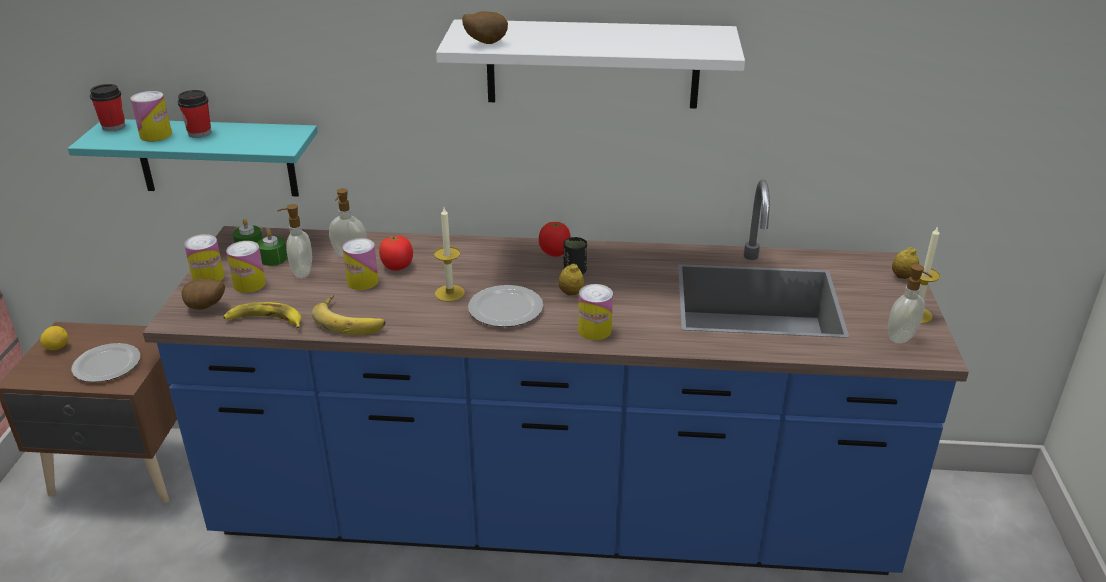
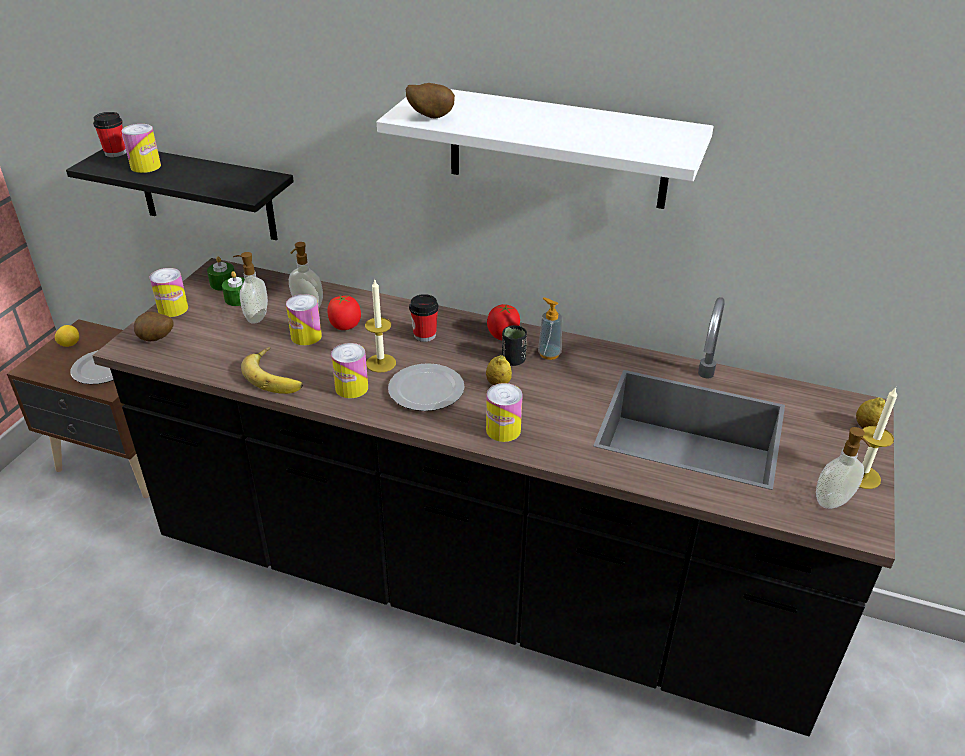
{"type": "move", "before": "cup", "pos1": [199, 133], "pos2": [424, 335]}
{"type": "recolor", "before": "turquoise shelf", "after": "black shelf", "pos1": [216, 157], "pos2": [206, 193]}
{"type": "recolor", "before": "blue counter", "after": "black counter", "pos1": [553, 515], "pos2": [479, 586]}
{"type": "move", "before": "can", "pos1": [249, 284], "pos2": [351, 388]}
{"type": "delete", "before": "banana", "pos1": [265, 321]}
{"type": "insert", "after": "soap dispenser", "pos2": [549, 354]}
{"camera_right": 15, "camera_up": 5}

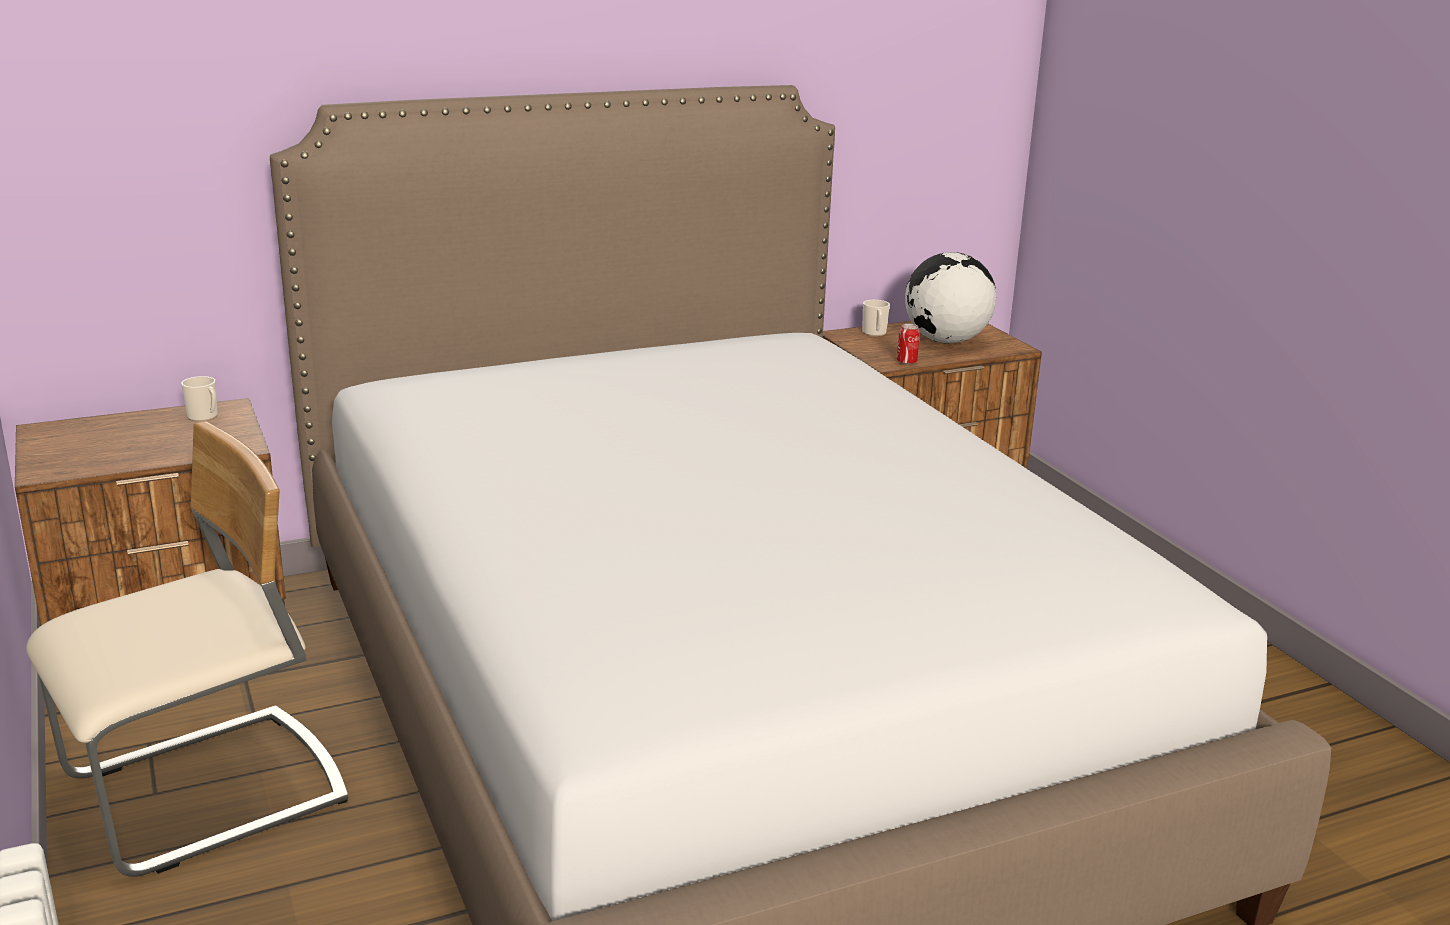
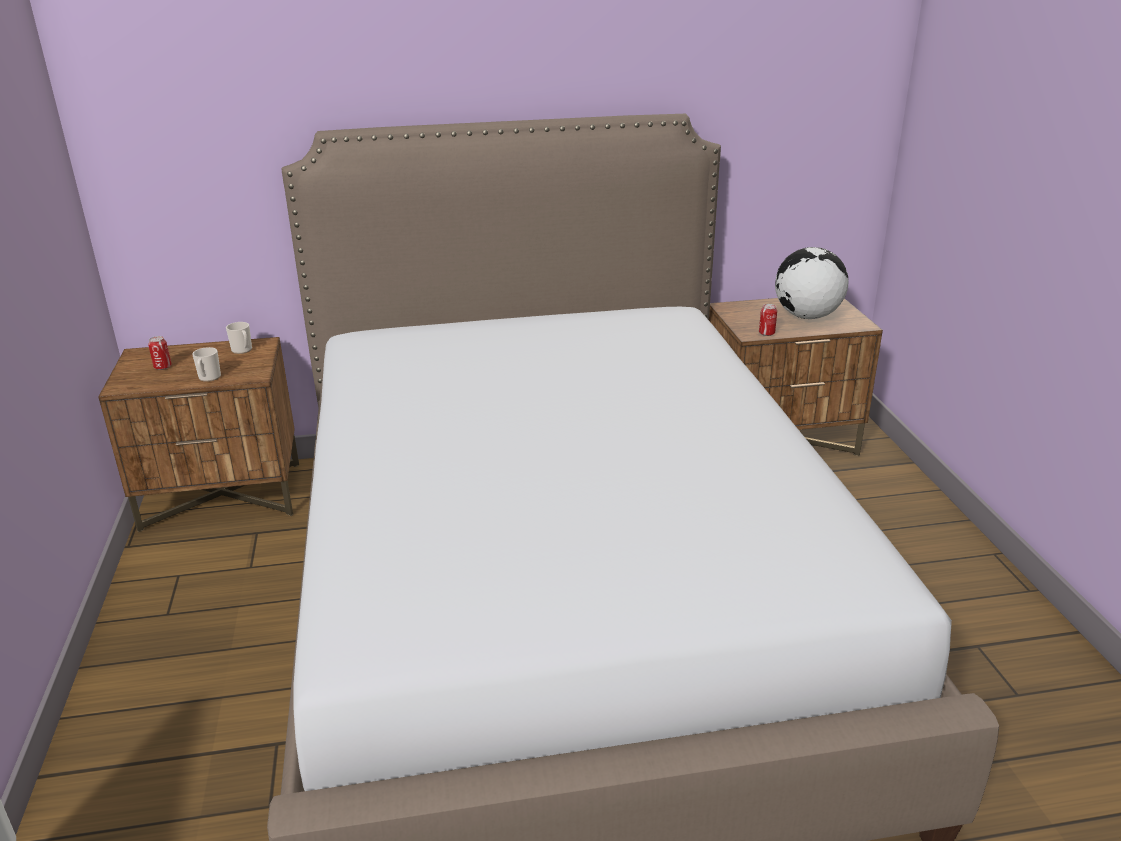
{"type": "move", "before": "mug", "pos1": [874, 333], "pos2": [208, 378]}
{"type": "delete", "before": "beige chair", "pos1": [206, 794]}
{"type": "insert", "after": "can", "pos2": [163, 367]}
{"camera_right": 15, "camera_up": 5}

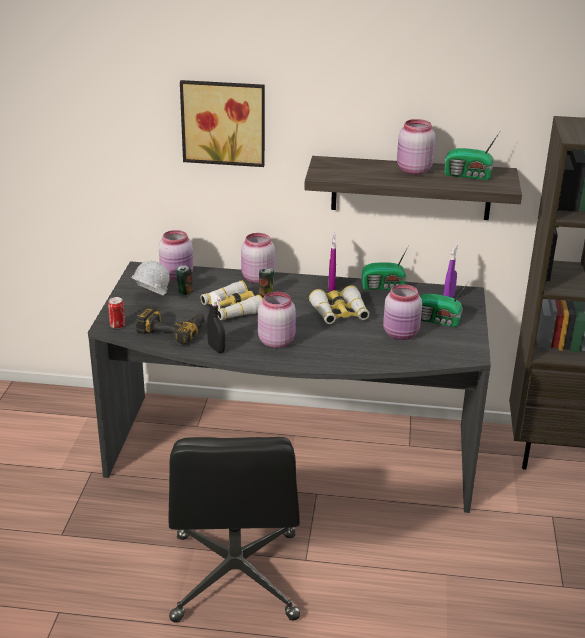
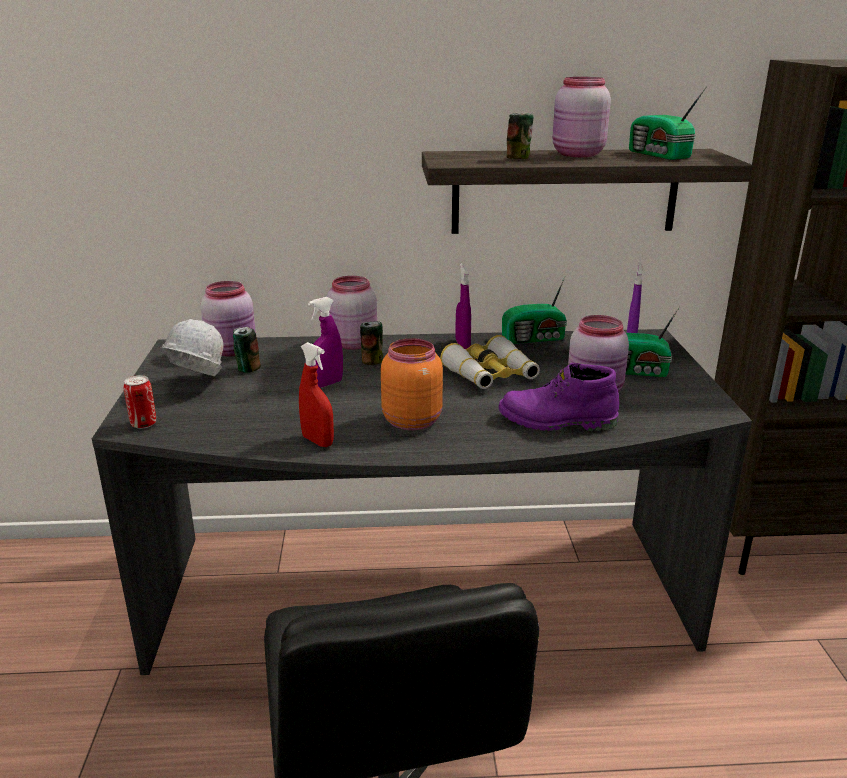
{"type": "delete", "before": "picture", "pos1": [224, 122]}
{"type": "rotate", "before": "radio", "pos1": [469, 175], "pos2": [659, 155], "turn": 60}
{"type": "replace", "before": "binoculars", "after": "purple spray bottle", "pos1": [232, 309], "pos2": [326, 384]}
{"type": "recolor", "before": "black spray bottle", "after": "red spray bottle", "pos1": [216, 348], "pos2": [317, 441]}
{"type": "recolor", "before": "pink jar", "after": "orange jar", "pos1": [276, 341], "pos2": [412, 420]}
{"type": "delete", "before": "power drill", "pos1": [172, 329]}
{"type": "insert", "after": "can", "pos2": [518, 159]}
{"type": "insert", "after": "purple boot", "pos2": [556, 422]}
{"camera_right": -10, "camera_up": -5}

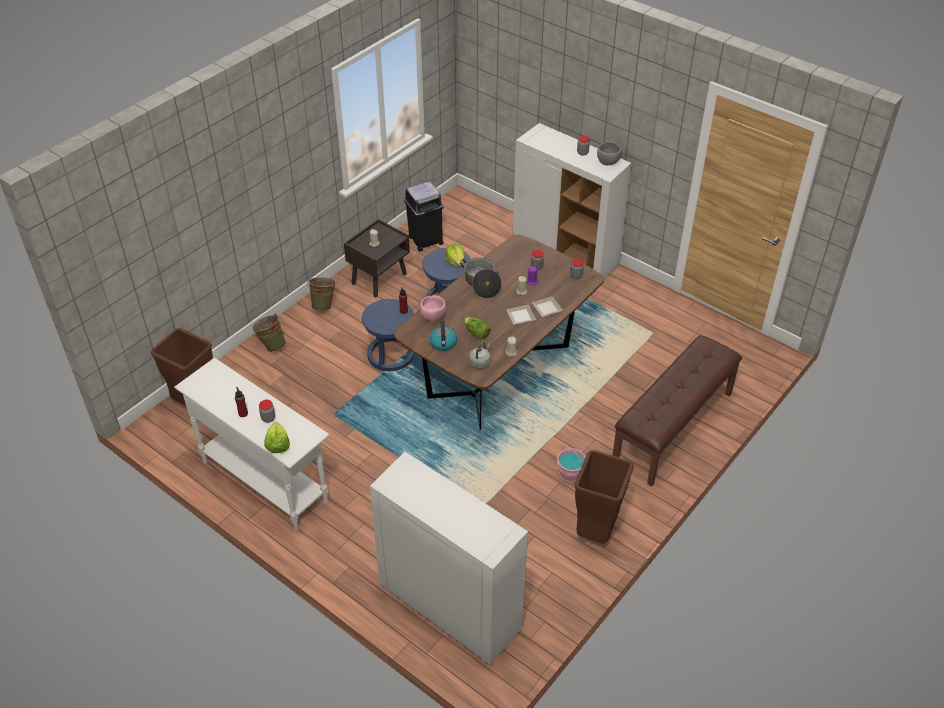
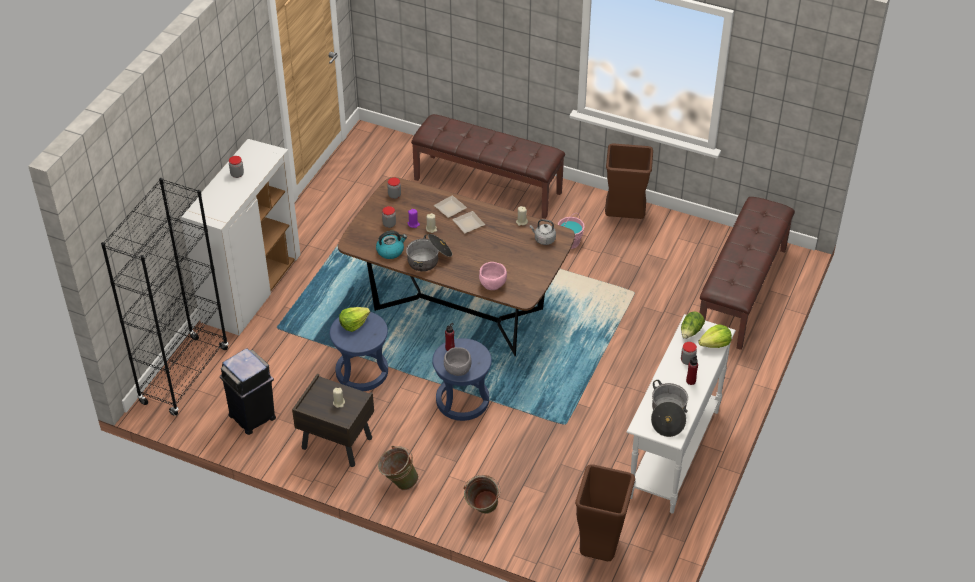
{"type": "move", "before": "grey bowl", "pos1": [608, 162], "pos2": [457, 369]}
{"type": "move", "before": "lettuce", "pos1": [476, 333], "pos2": [691, 332]}
{"type": "move", "before": "kettle", "pos1": [443, 343], "pos2": [390, 251]}
{"type": "replace", "before": "white cabinet", "after": "brown bench", "pos1": [448, 608], "pos2": [743, 292]}
{"type": "insert", "after": "black bookcase", "pos2": [184, 376]}
{"type": "insert", "after": "cooking pot", "pos2": [668, 415]}
{"camera_right": -105, "camera_up": 0}

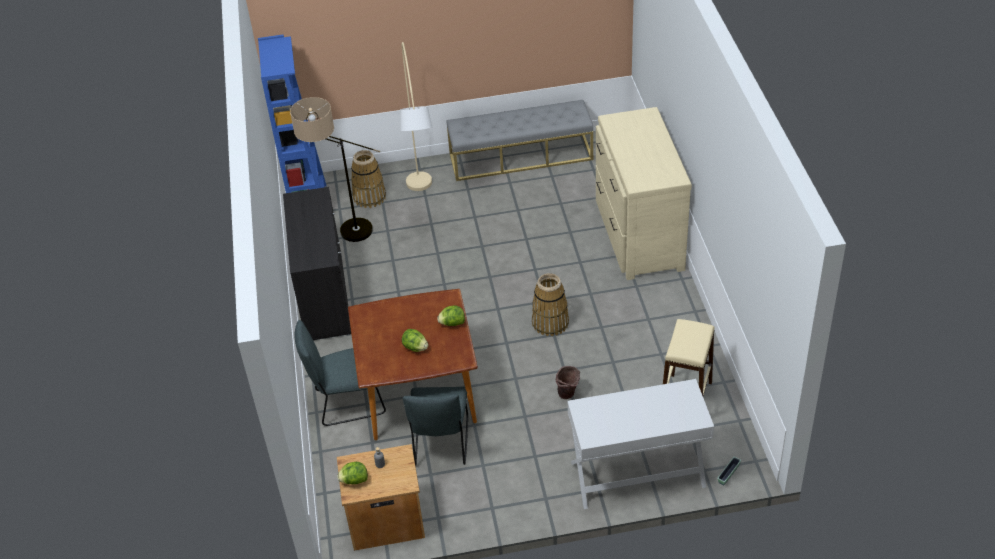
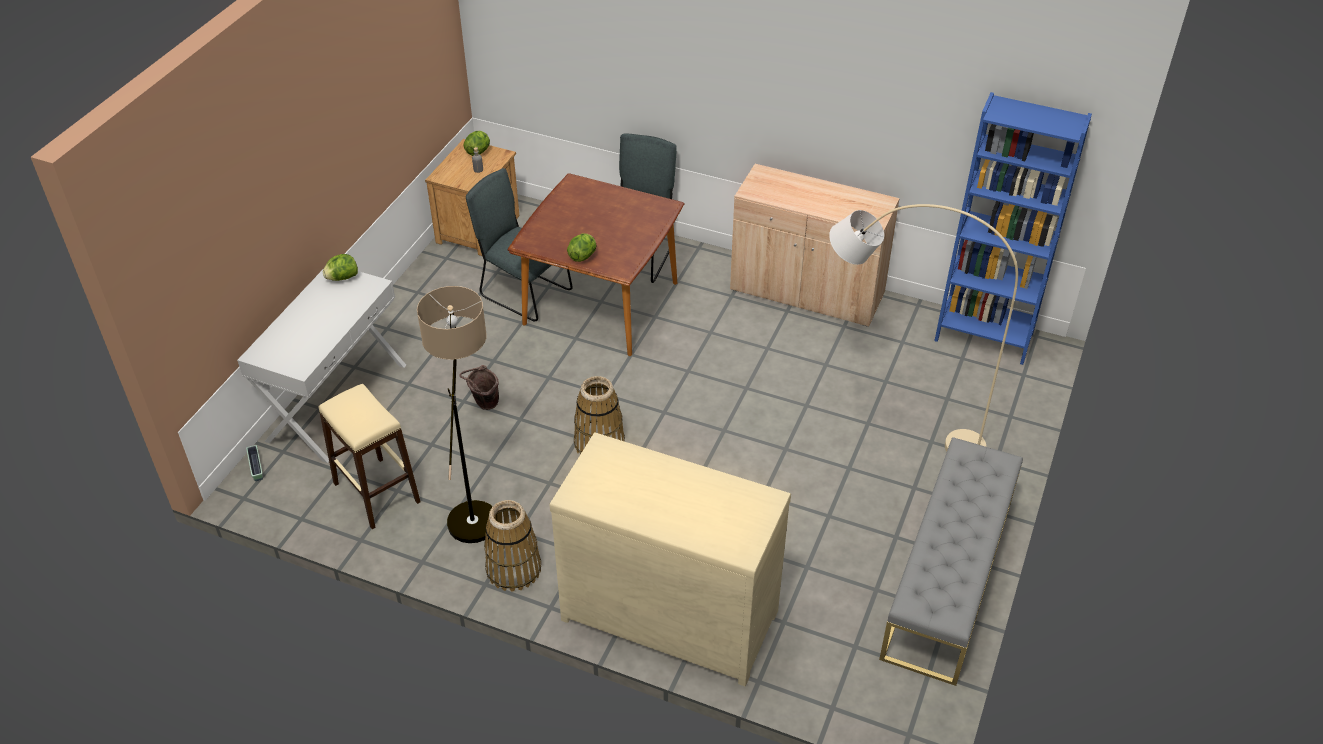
{"type": "move", "before": "floor lamp", "pos1": [344, 236], "pos2": [475, 507]}
{"type": "move", "before": "basket", "pos1": [370, 197], "pos2": [513, 569]}
{"type": "recolor", "before": "black cabinet", "after": "beige cabinet", "pos1": [324, 298], "pos2": [807, 292]}
{"type": "move", "before": "lettuce", "pos1": [415, 348], "pos2": [342, 278]}
{"camera_right": 120, "camera_up": 0}

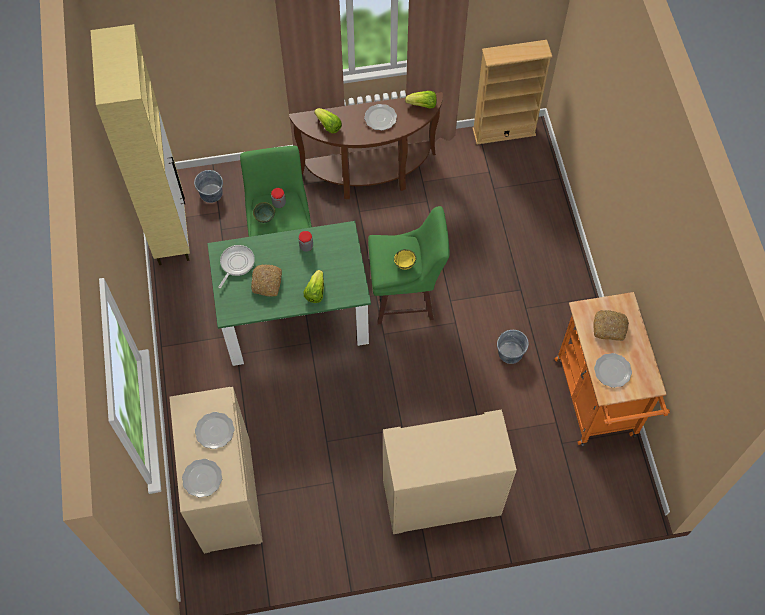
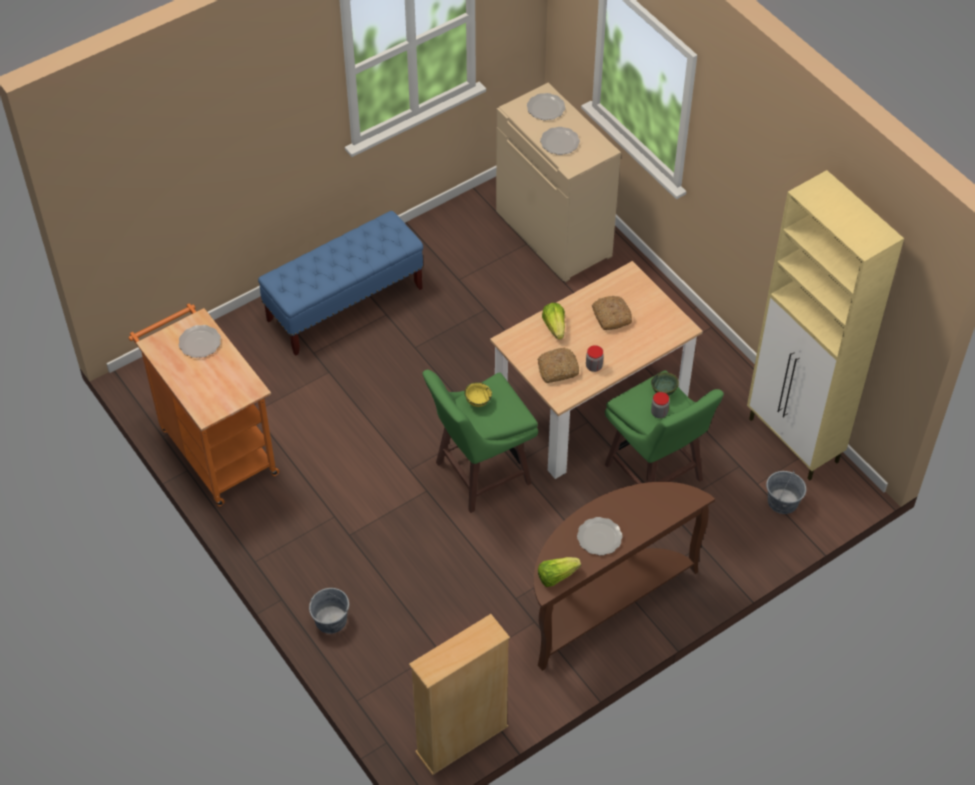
{"type": "delete", "before": "lettuce", "pos1": [328, 126]}
{"type": "recolor", "before": "green dining table", "after": "beige dining table", "pos1": [295, 318], "pos2": [591, 406]}
{"type": "delete", "before": "frying pan", "pos1": [236, 264]}
{"type": "move", "before": "bread", "pos1": [610, 327], "pos2": [557, 369]}
{"type": "move", "before": "grey bucket", "pos1": [510, 353], "pos2": [330, 620]}
{"type": "replace", "before": "beige cabinet", "after": "blue bench", "pos1": [441, 498], "pos2": [345, 304]}
{"camera_right": 155, "camera_up": -10}

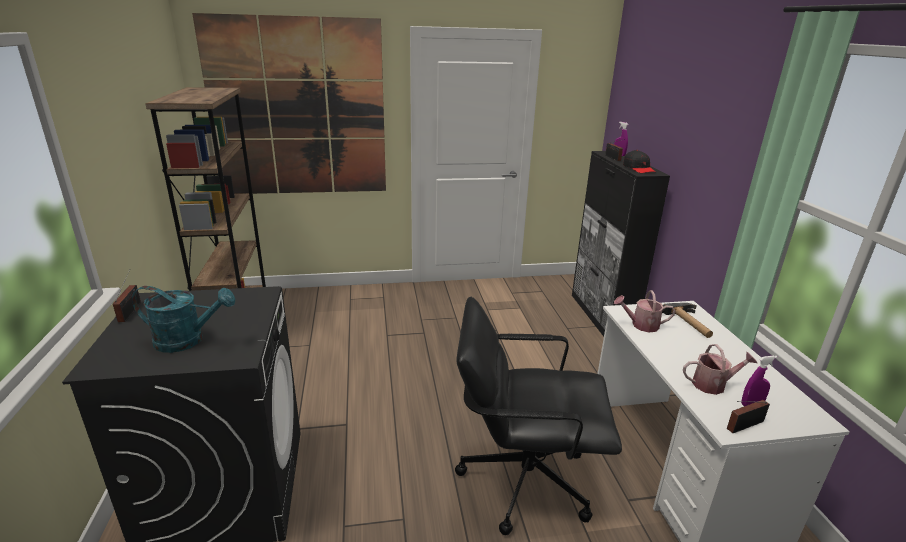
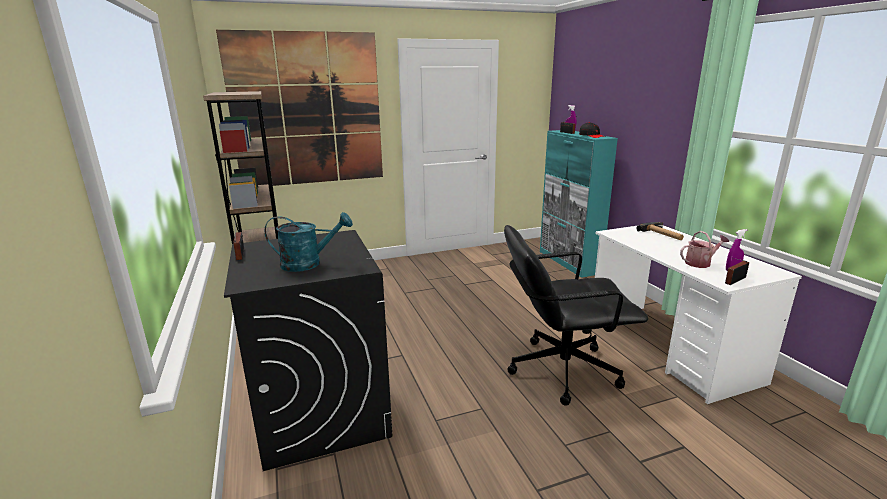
{"type": "recolor", "before": "black cabinet", "after": "turquoise cabinet", "pos1": [601, 316], "pos2": [569, 262]}
{"type": "delete", "before": "watering can", "pos1": [641, 325]}
{"camera_right": -10, "camera_up": -5}

